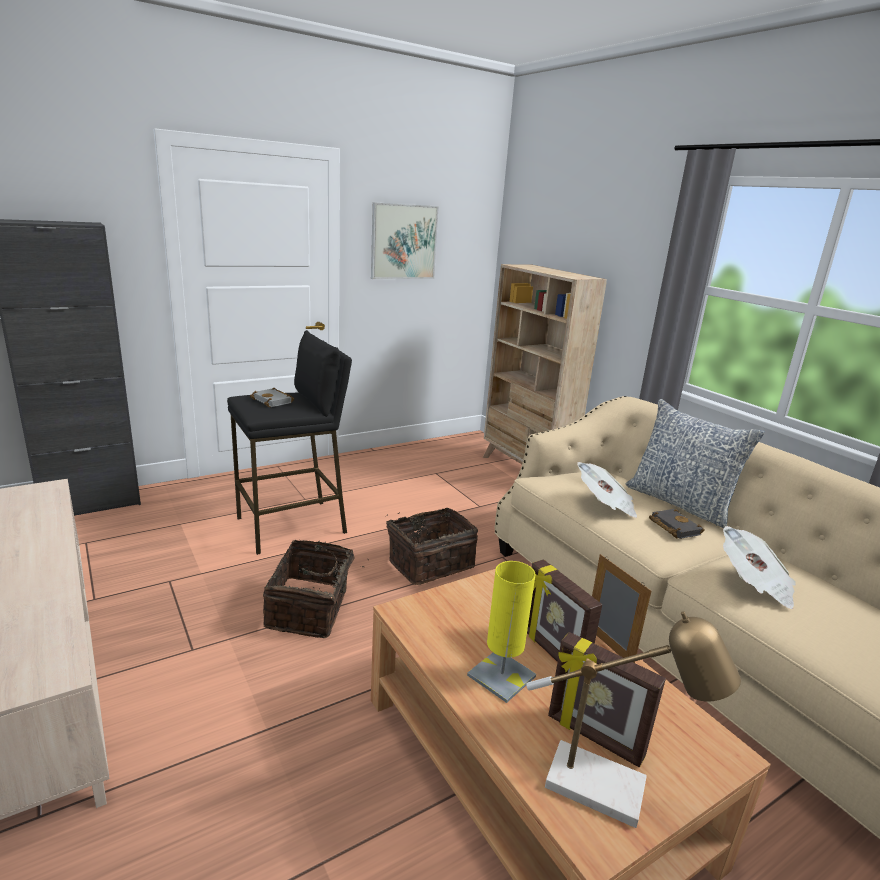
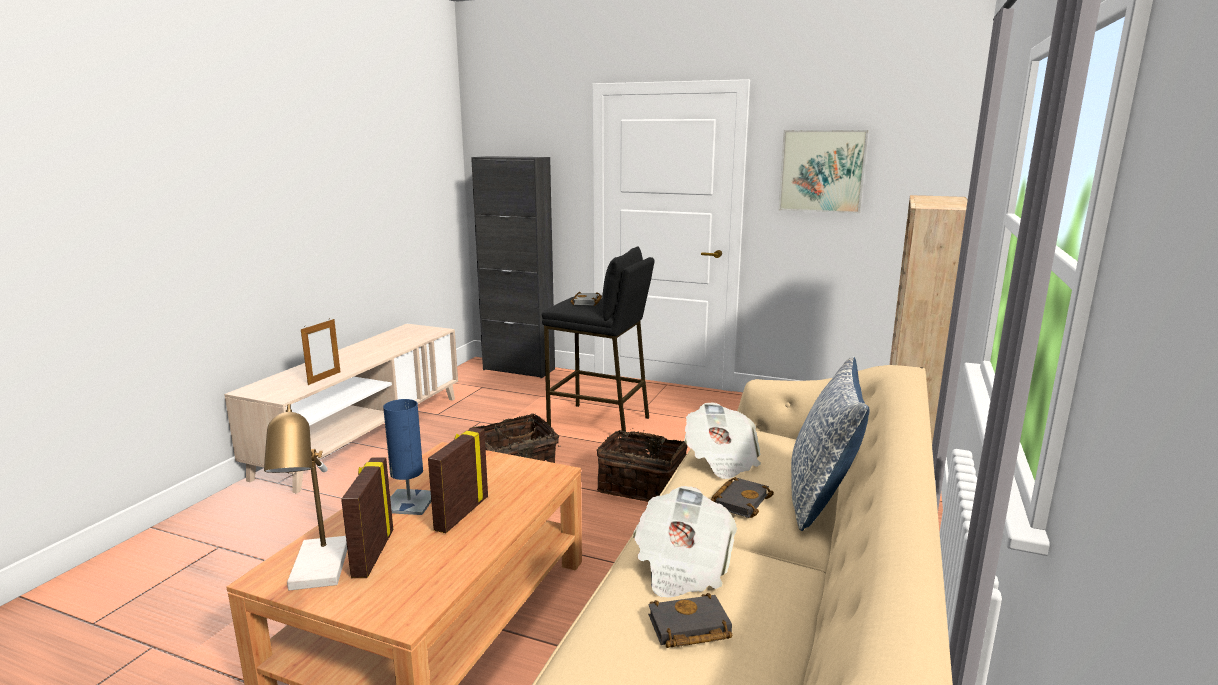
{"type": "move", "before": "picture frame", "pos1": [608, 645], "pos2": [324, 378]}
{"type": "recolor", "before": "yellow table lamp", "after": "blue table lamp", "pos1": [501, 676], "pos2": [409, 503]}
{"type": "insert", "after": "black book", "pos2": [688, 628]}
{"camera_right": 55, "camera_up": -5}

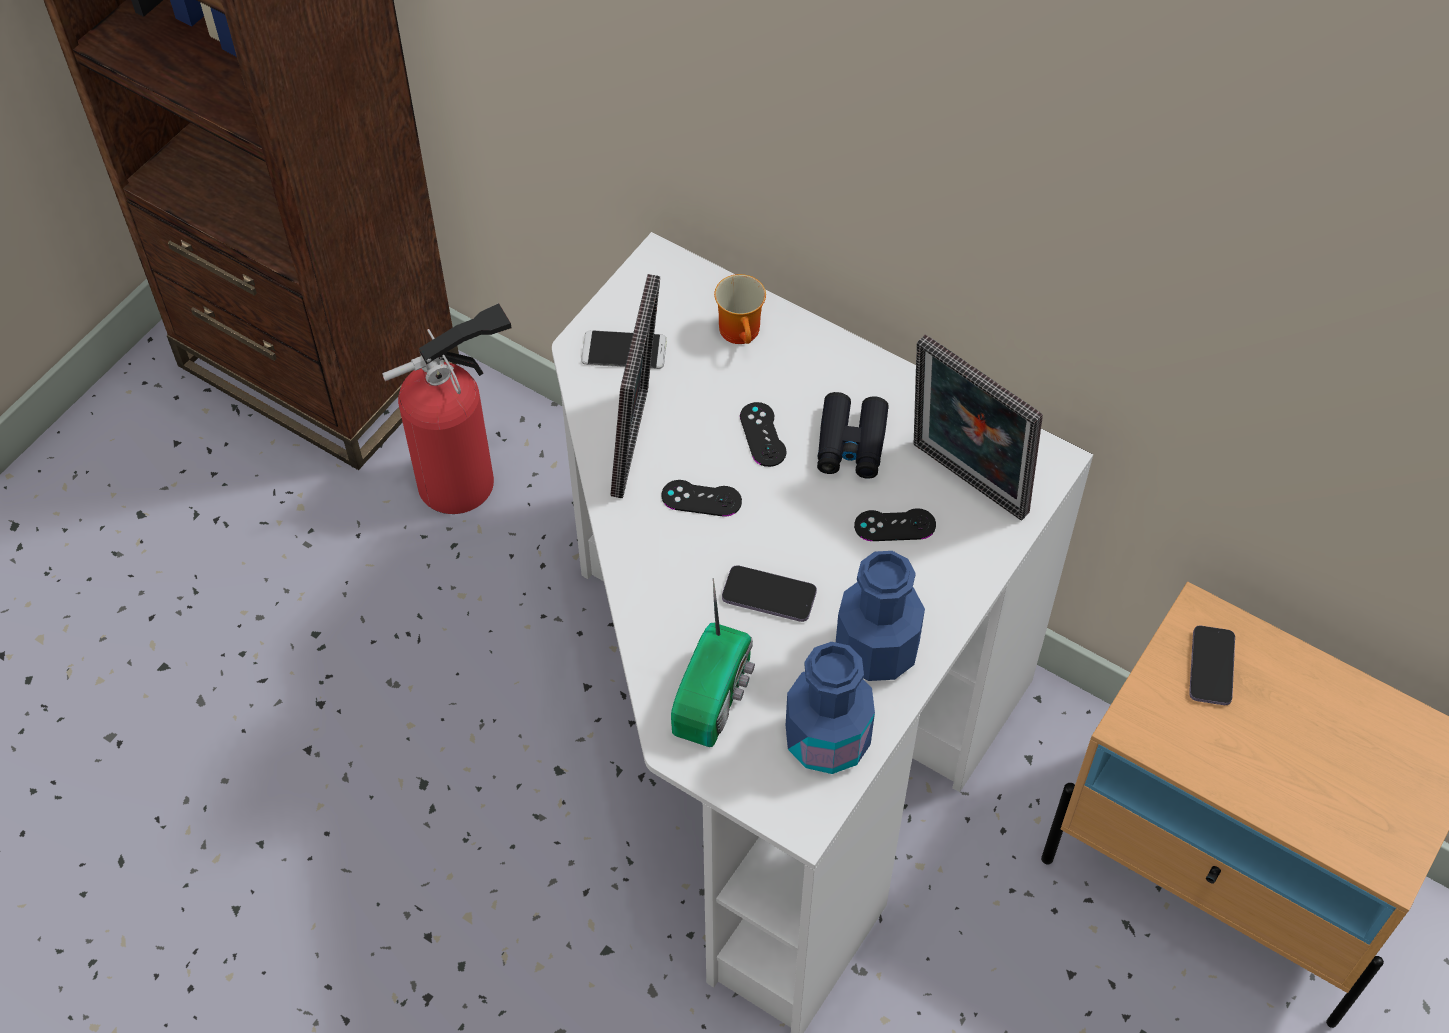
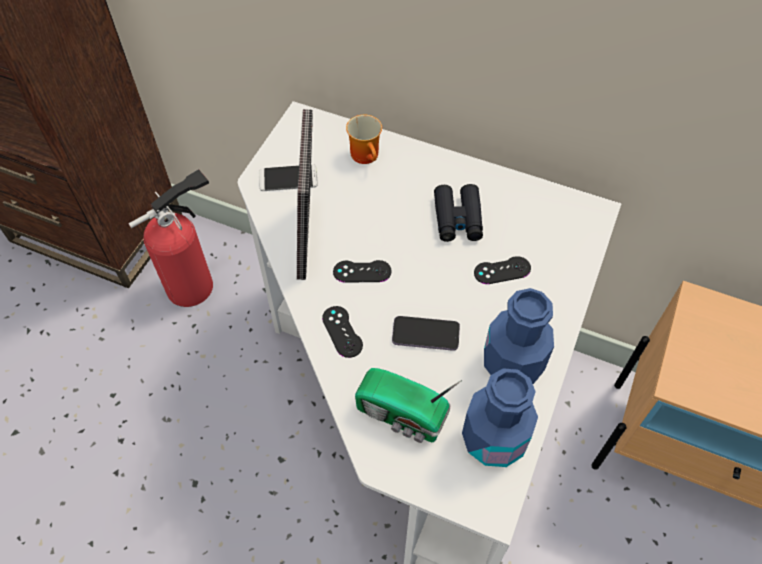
{"type": "delete", "before": "picture frame", "pos1": [964, 484]}
{"type": "move", "before": "black game controller", "pos1": [763, 435], "pos2": [342, 331]}
{"type": "rotate", "before": "radio", "pos1": [716, 694], "pos2": [403, 416], "turn": 105}
{"type": "delete", "before": "phone", "pos1": [1211, 667]}
{"camera_right": -10, "camera_up": 0}

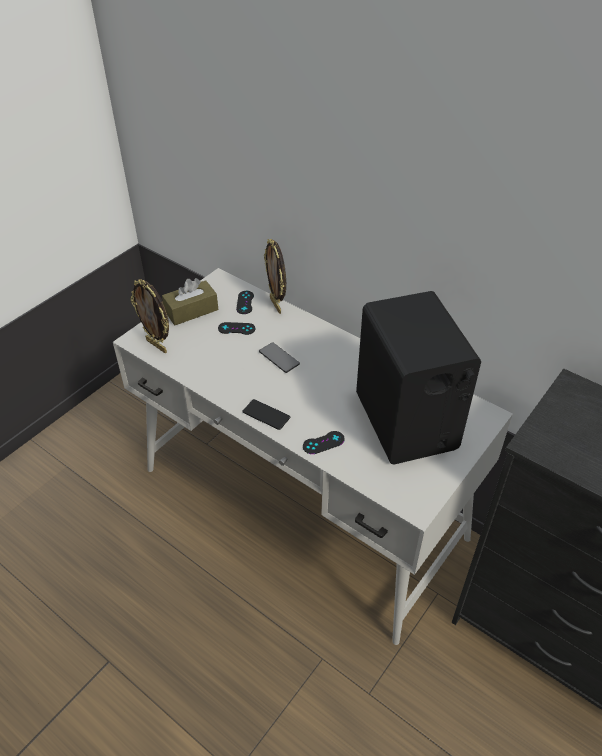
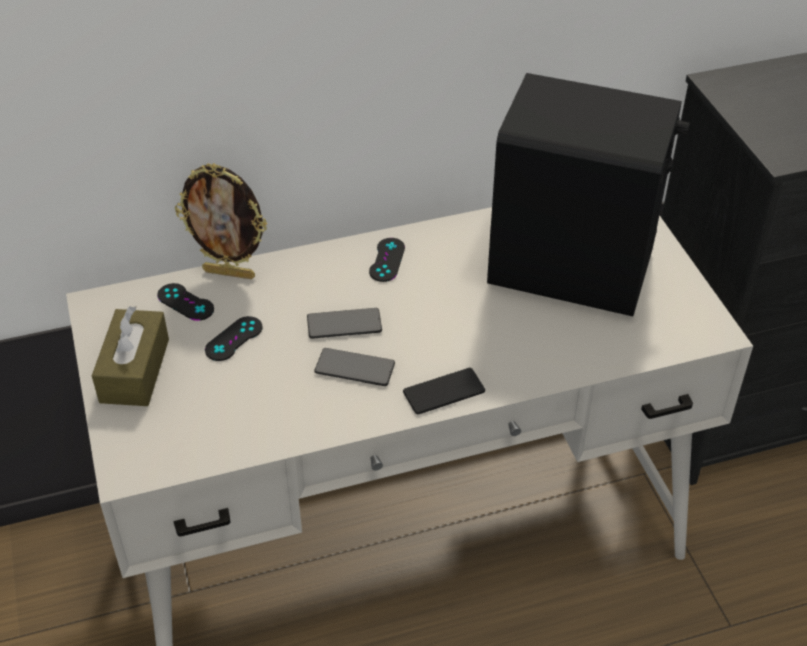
{"type": "delete", "before": "picture frame", "pos1": [157, 345]}
{"type": "move", "before": "black game controller", "pos1": [323, 443], "pos2": [387, 260]}
{"type": "insert", "after": "phone", "pos2": [354, 368]}
{"camera_right": -55, "camera_up": 0}

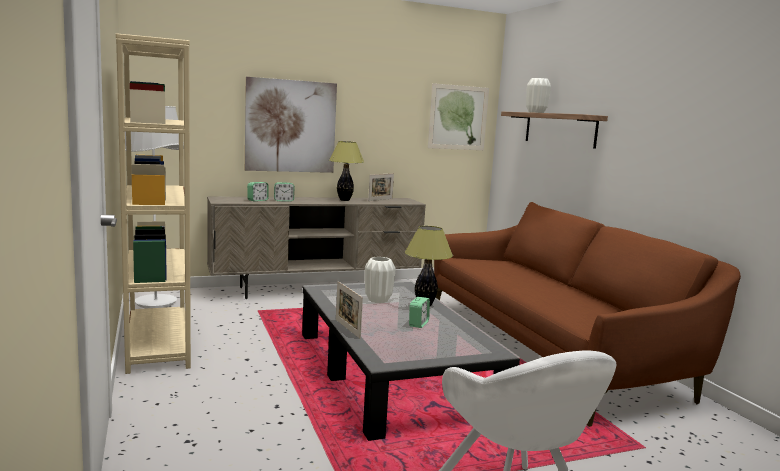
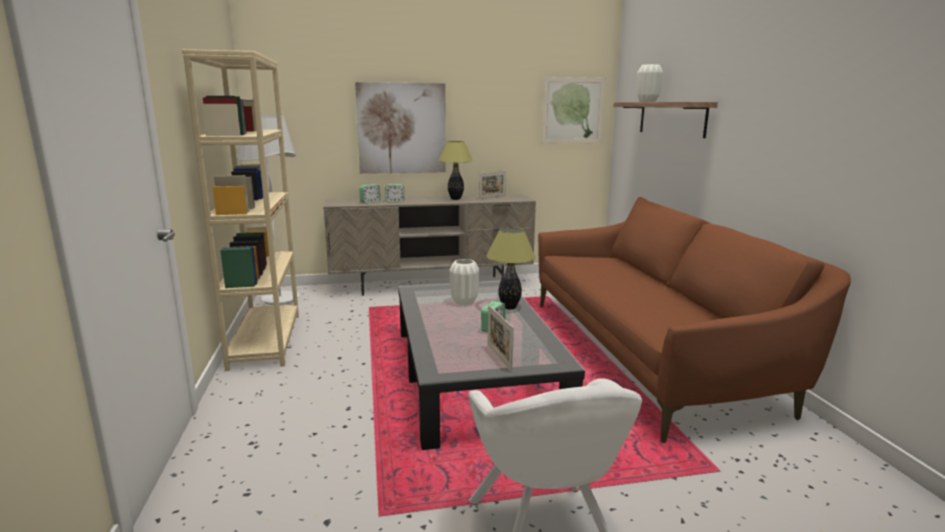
{"type": "move", "before": "picture frame", "pos1": [347, 328], "pos2": [499, 358]}
{"camera_right": 10, "camera_up": 5}

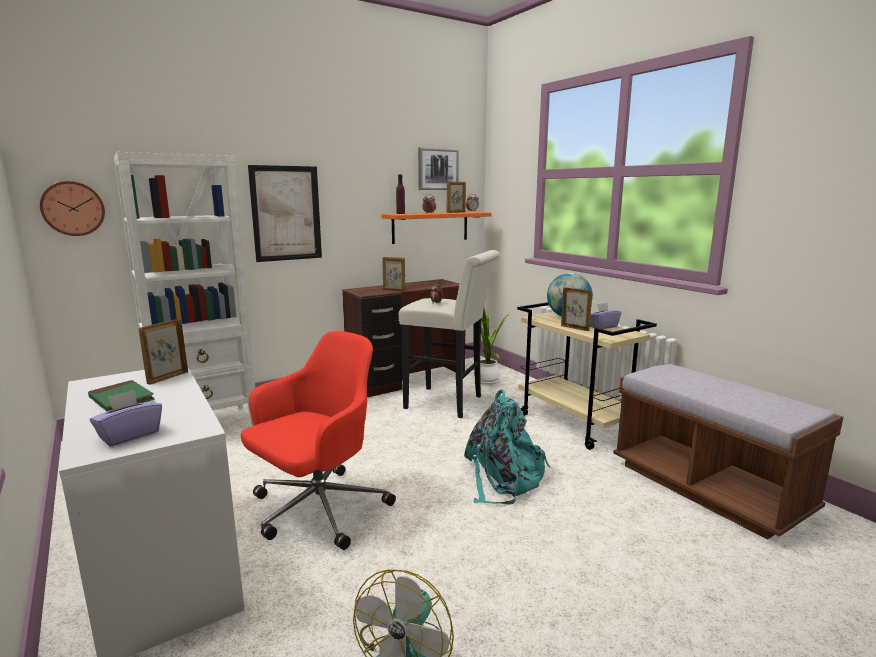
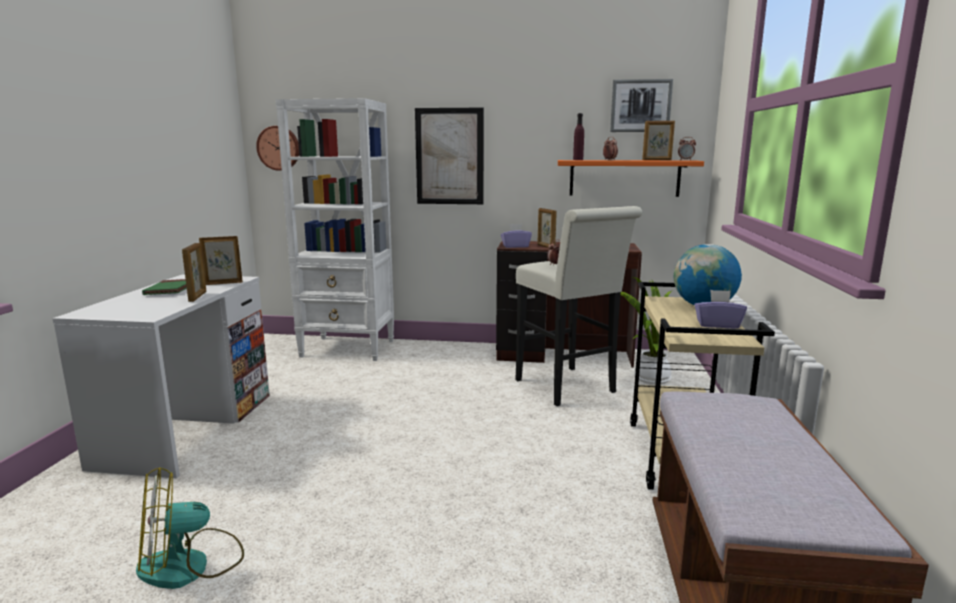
{"type": "move", "before": "picture frame", "pos1": [575, 328], "pos2": [198, 297]}
{"type": "delete", "before": "red office chair", "pos1": [317, 510]}
{"type": "move", "before": "purple tissue box", "pos1": [129, 435], "pos2": [515, 246]}
{"type": "delete", "before": "turquoise backpack", "pos1": [503, 479]}
{"camera_right": 40, "camera_up": 0}

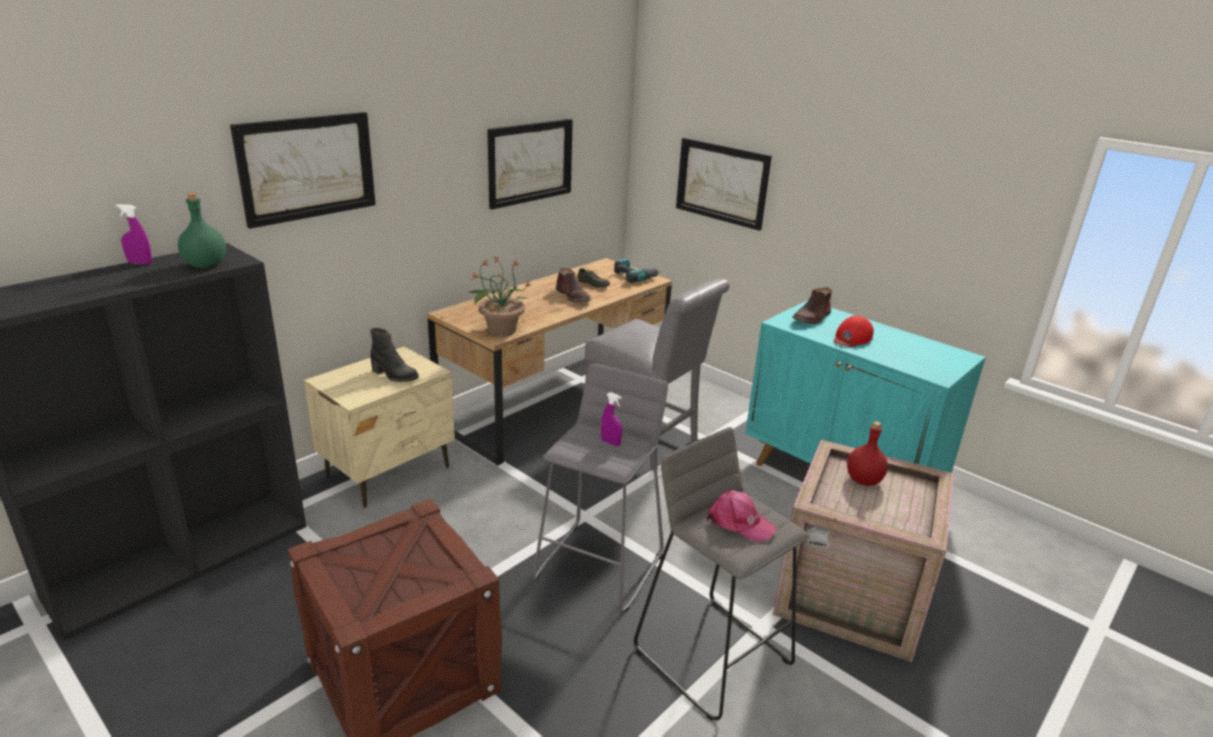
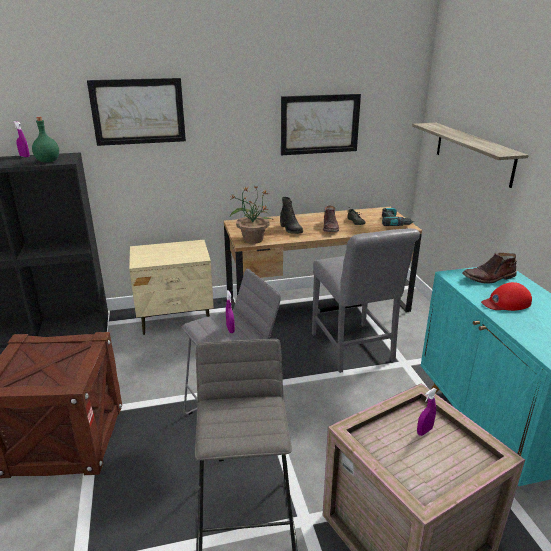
{"type": "replace", "before": "picture", "after": "shelf", "pos1": [722, 182], "pos2": [473, 153]}
{"type": "move", "before": "black boot", "pos1": [394, 376], "pos2": [290, 230]}
{"type": "replace", "before": "red bottle", "after": "purple spray bottle", "pos1": [863, 480], "pos2": [424, 431]}
{"type": "delete", "before": "pink cap", "pos1": [739, 523]}
{"camera_right": 35, "camera_up": 0}

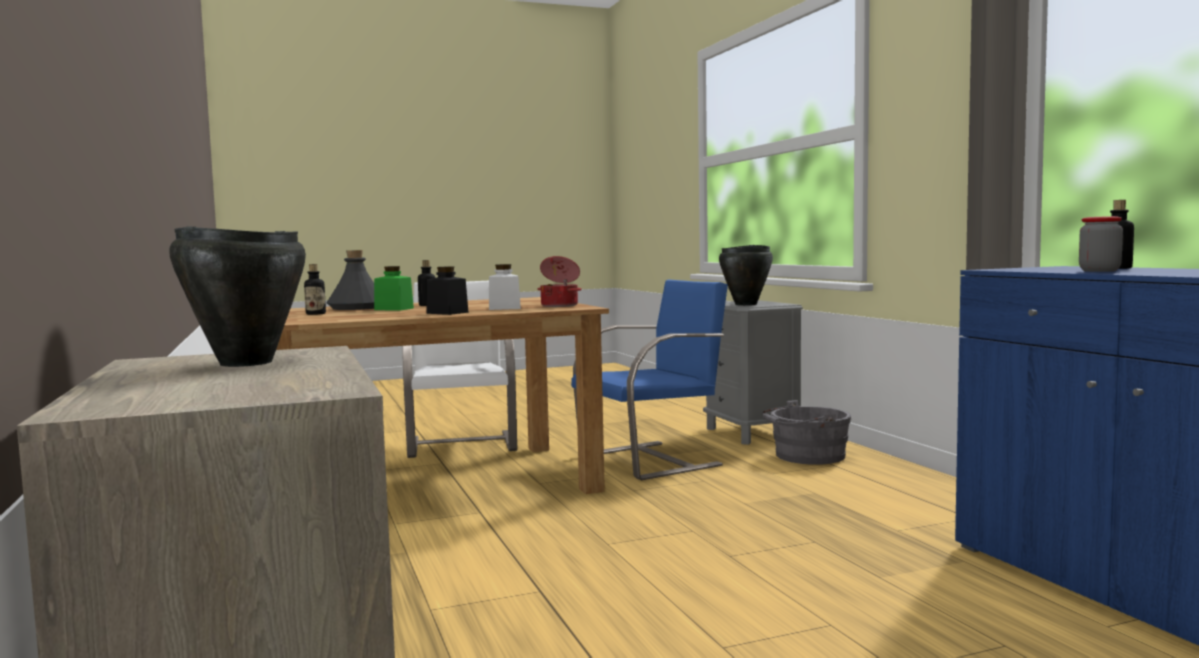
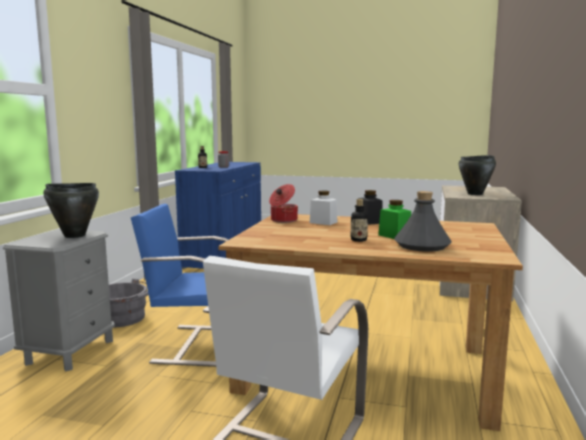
{"type": "delete", "before": "bottle", "pos1": [315, 314]}
{"camera_right": -145, "camera_up": 5}

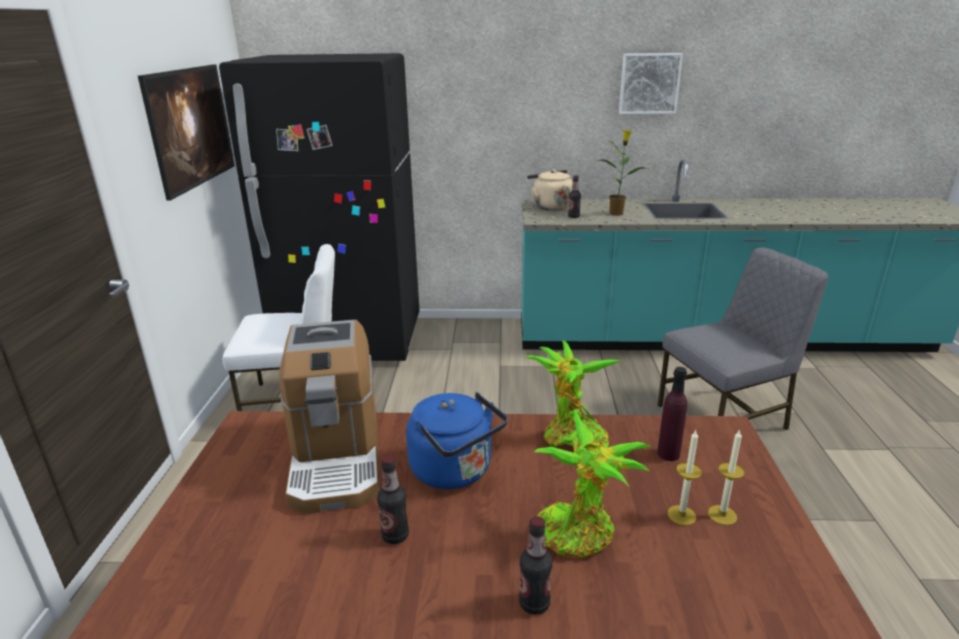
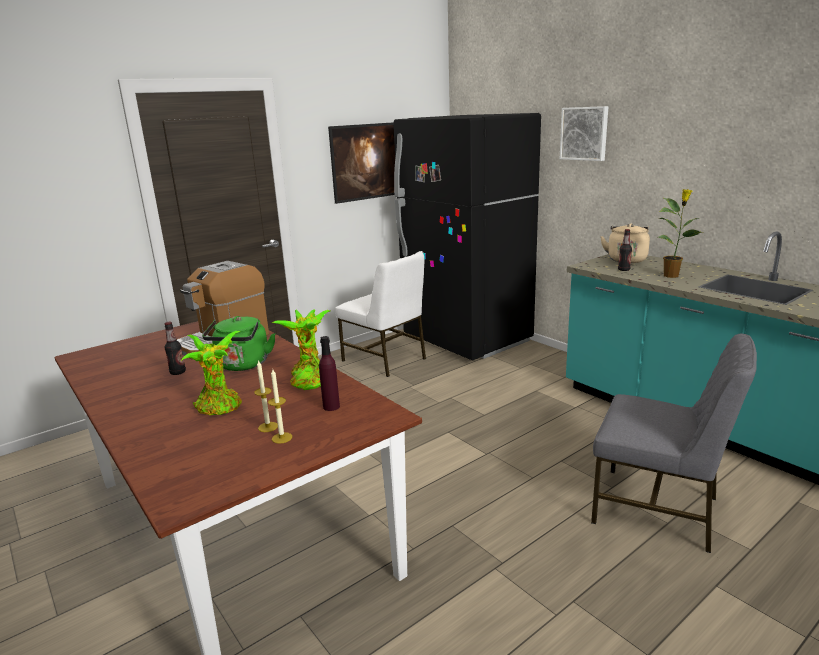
{"type": "move", "before": "picture", "pos1": [649, 83], "pos2": [584, 133]}
{"type": "recolor", "before": "blue kettle", "after": "green kettle", "pos1": [455, 471], "pos2": [242, 365]}
{"type": "delete", "before": "bottle", "pos1": [534, 603]}
{"camera_right": 50, "camera_up": -5}

